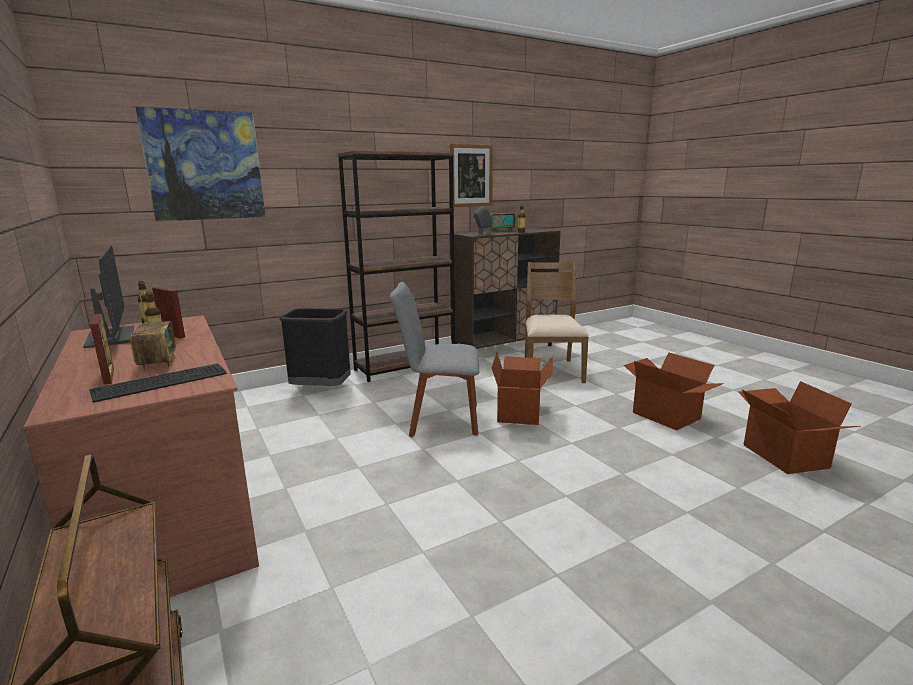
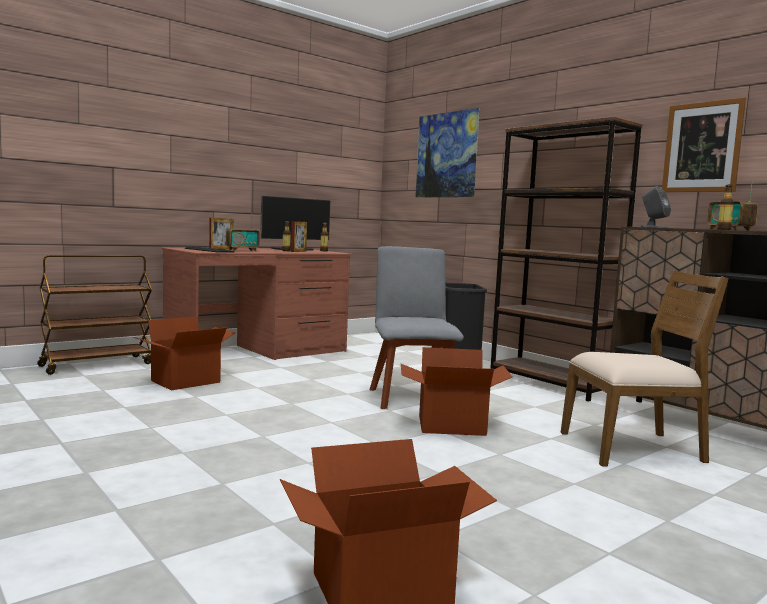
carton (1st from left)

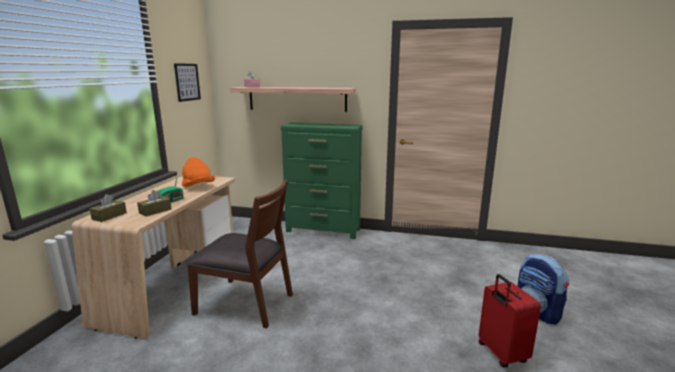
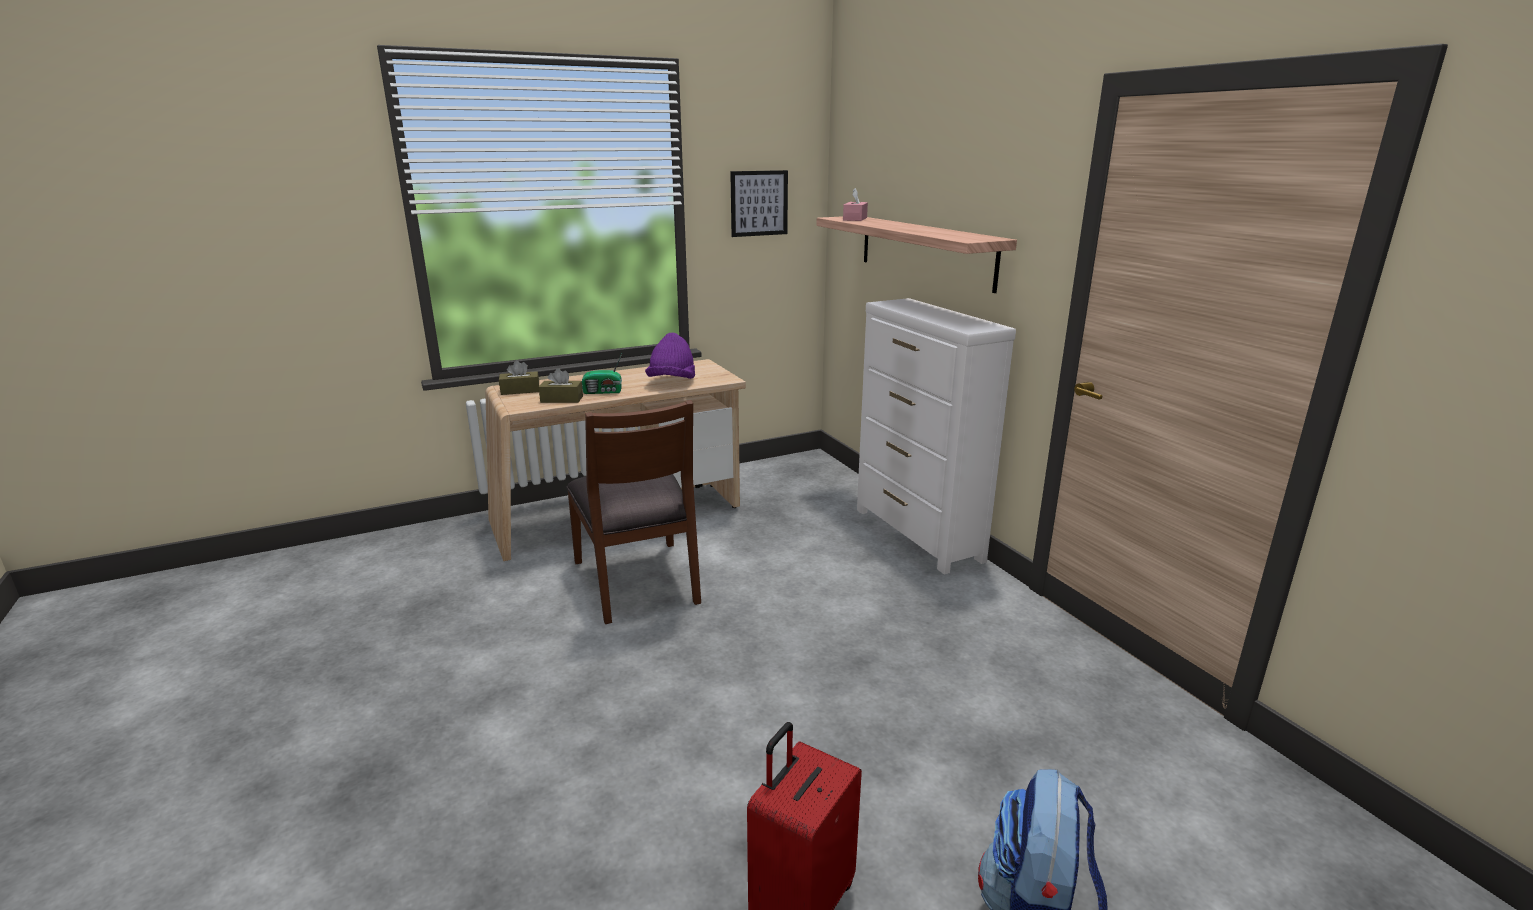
purplish wearable hat
white dresser

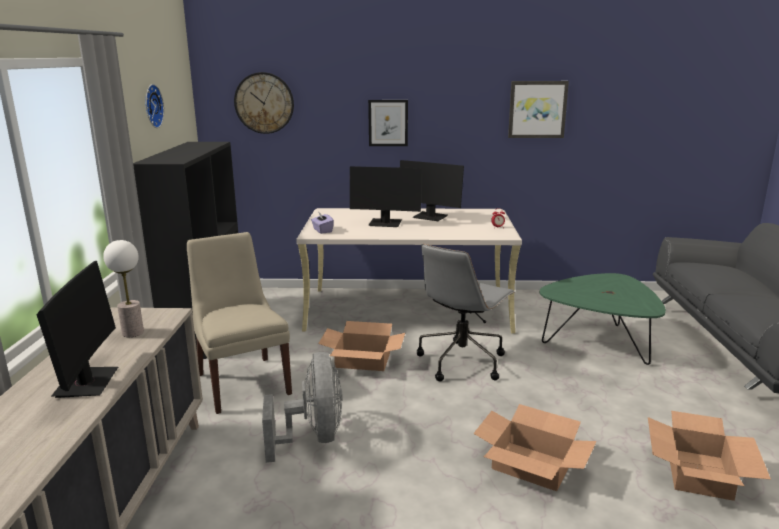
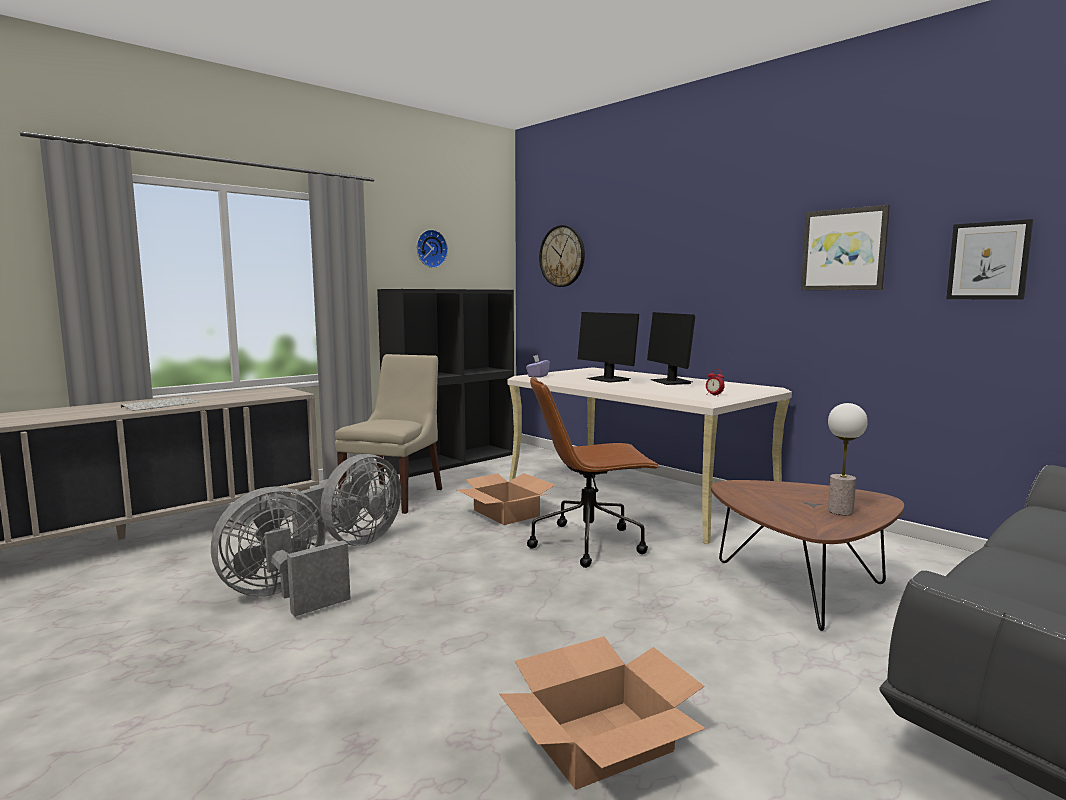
PC keyboard
tabletop lamp
wall art (2nd from left)
brown desk chair
carton (2nd from left in the first image)
brown low table
grey fan (1st from left)

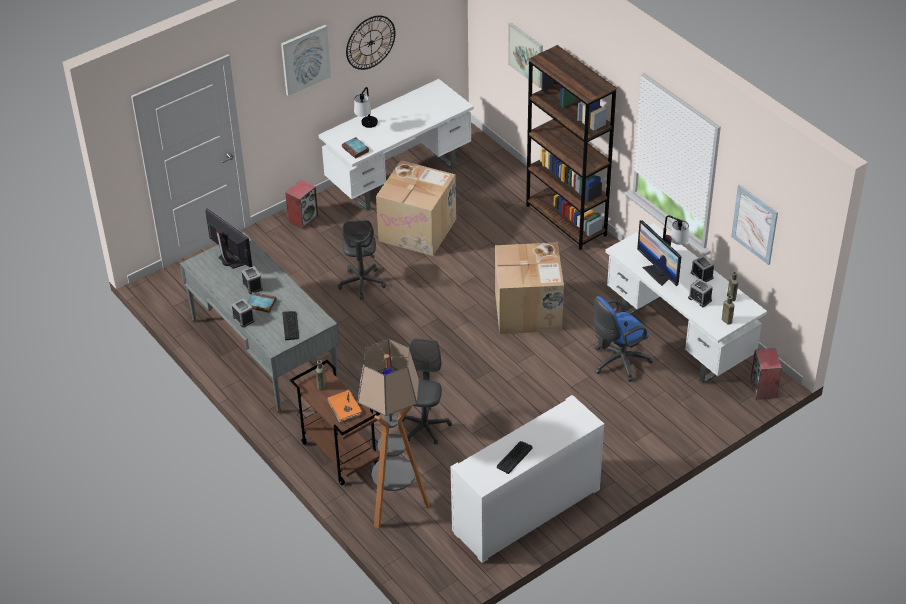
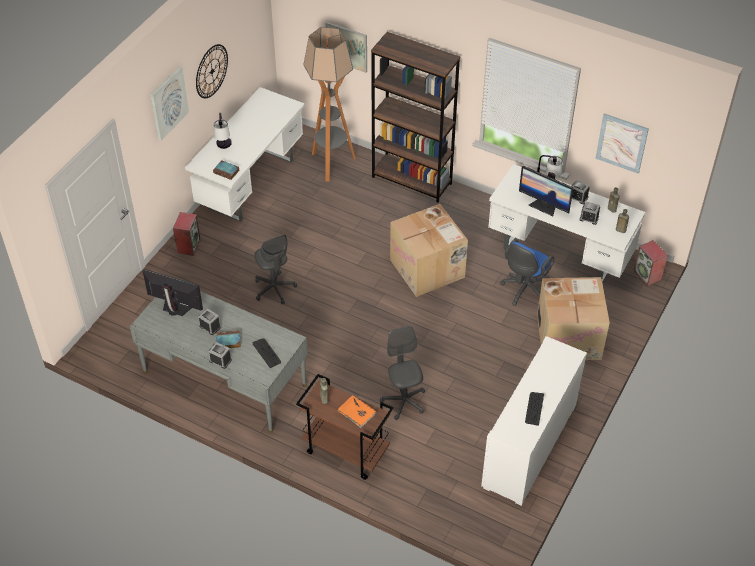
standard lamp
carton (2nd from left)

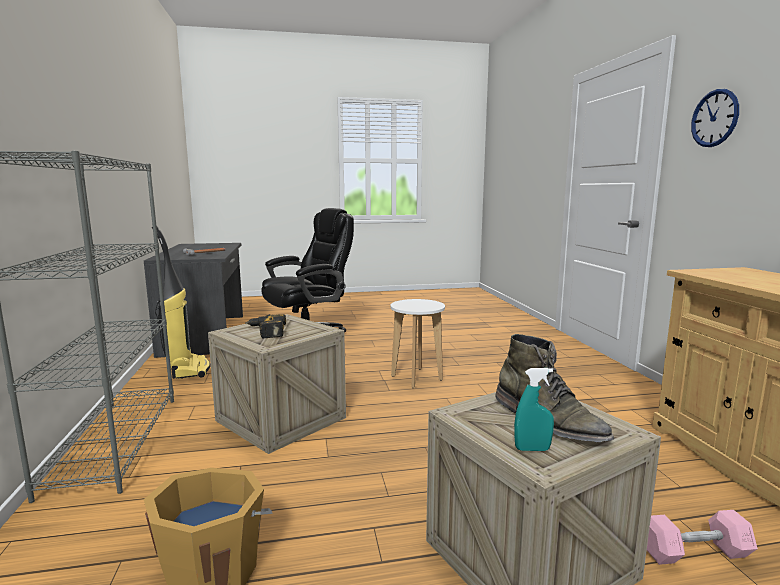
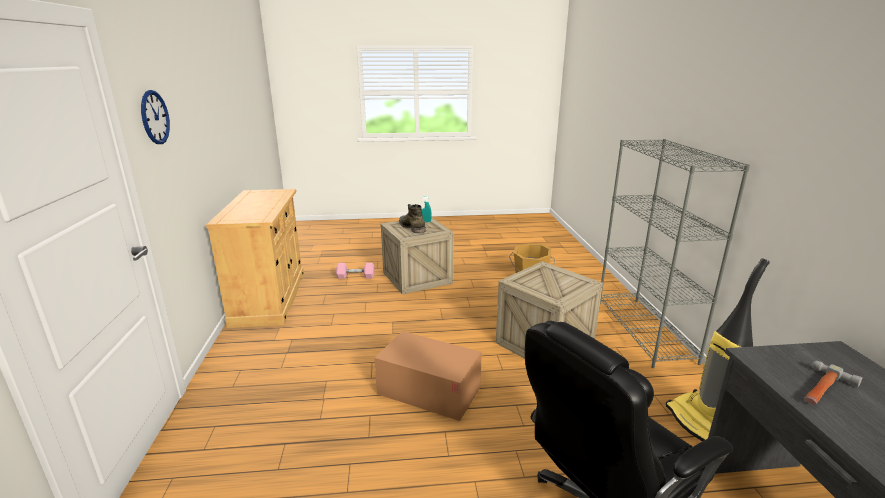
power drill
carton

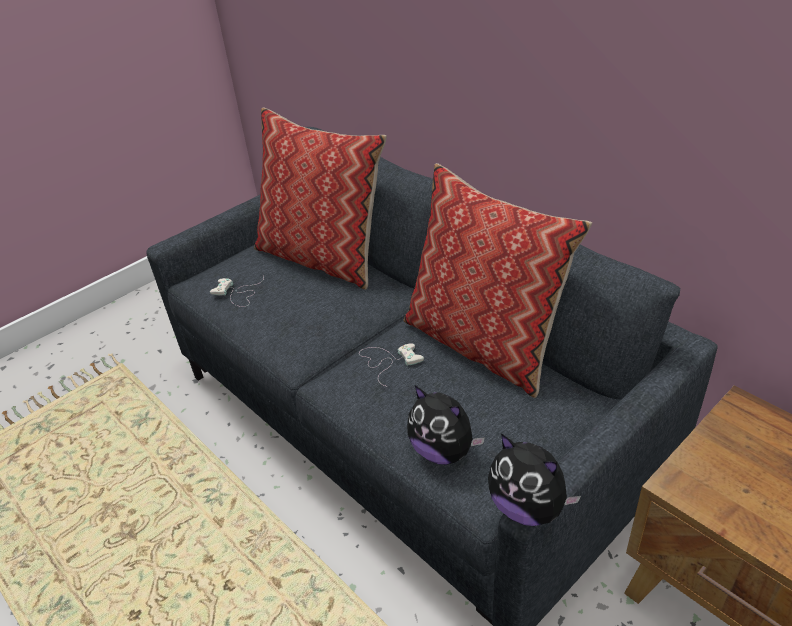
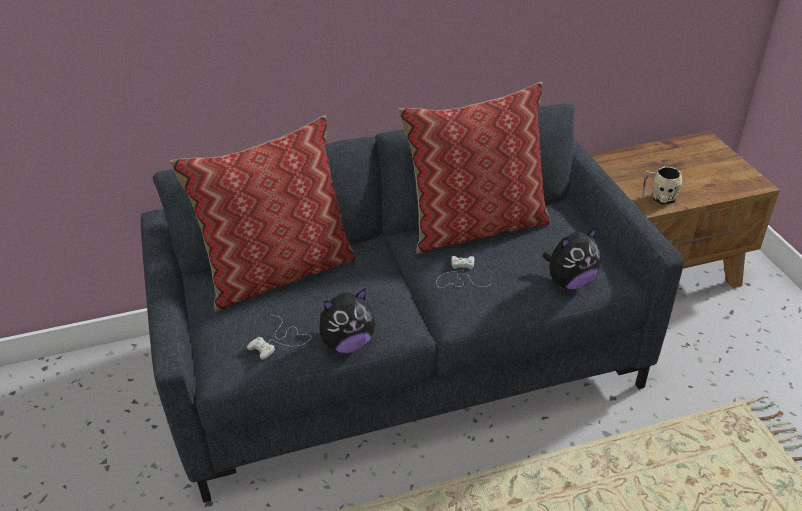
plush toy (1st from left)
sand-coloured tea mug

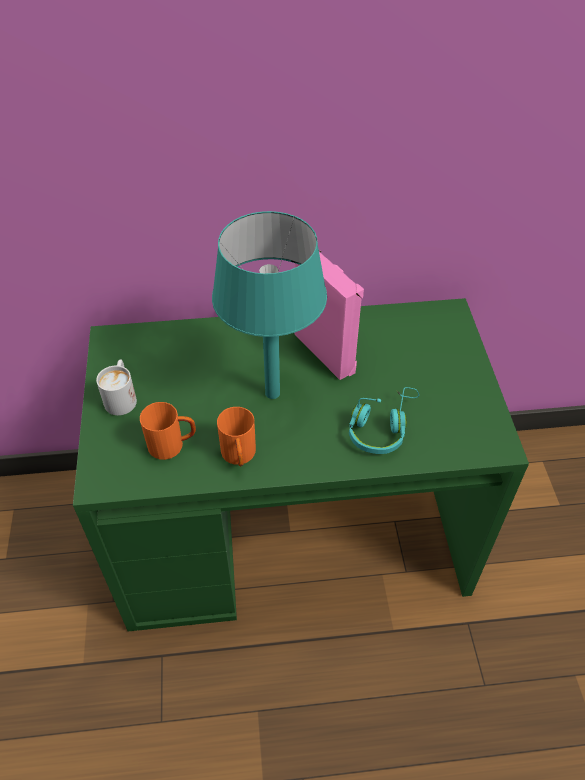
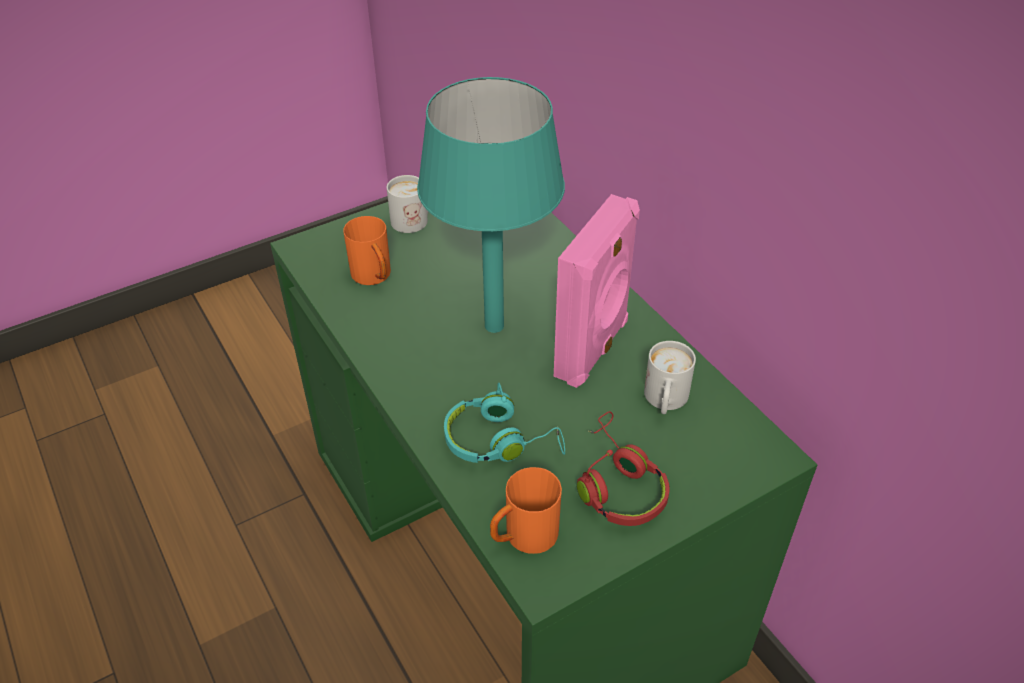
orange tea mug (2nd from left)
reddish pair of headphones
white tea mug (2nd from left)

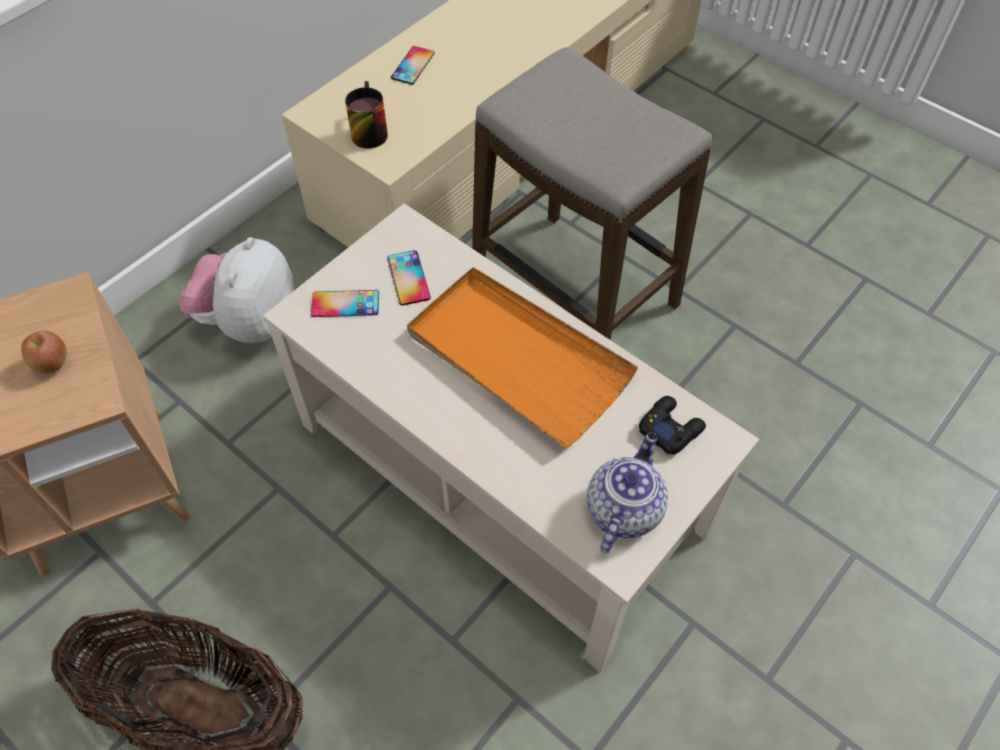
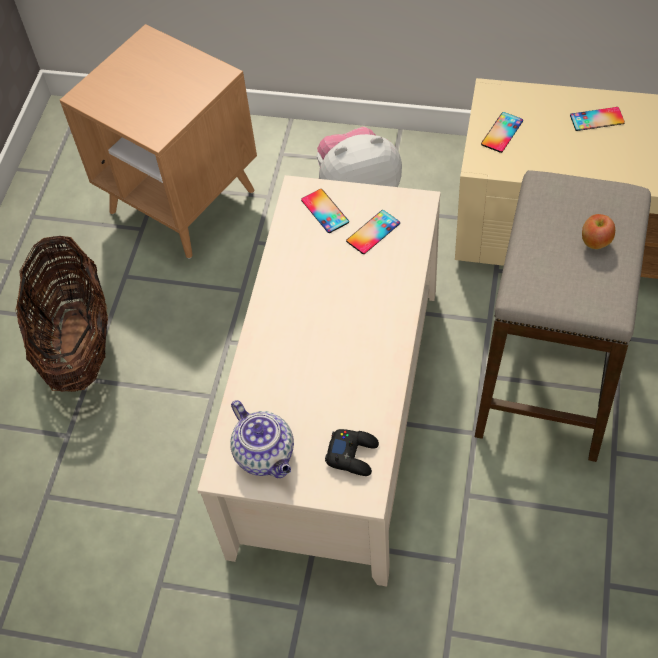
apple fruit
telephone (3rd from left)
orange tray
teapot

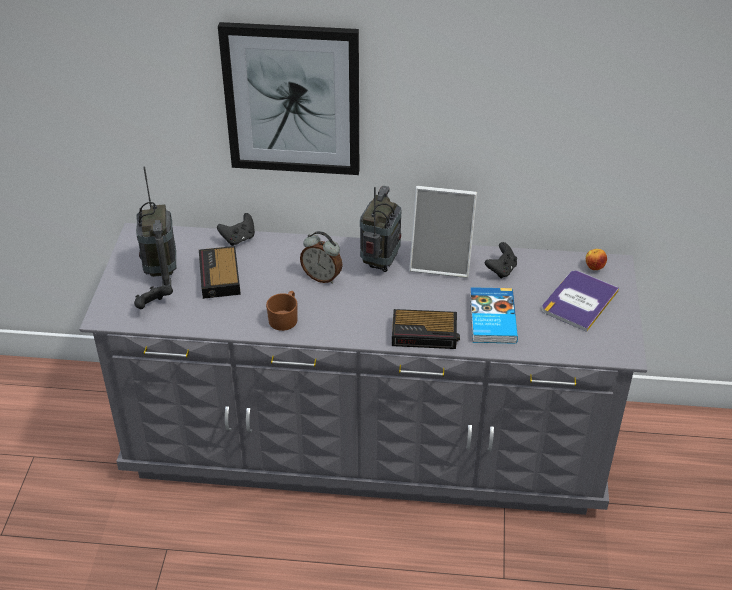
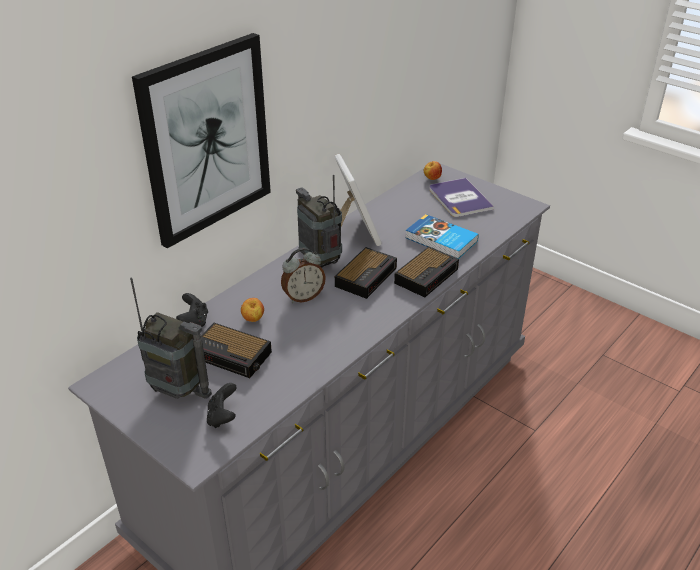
brown tea mug
picture frame
blackish game controller (3rd from left in the first image)
apple fruit (1st from left)
bedside clock (3rd from left)

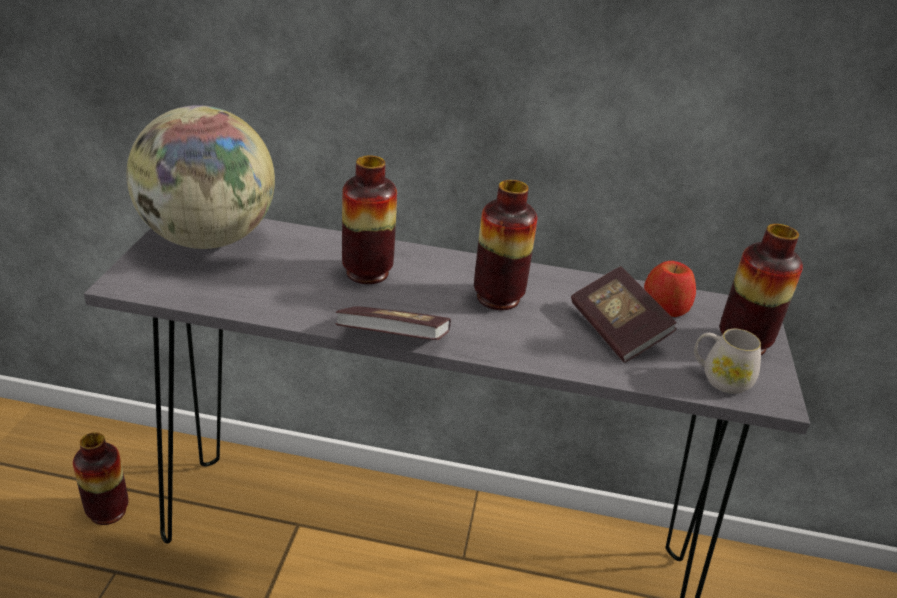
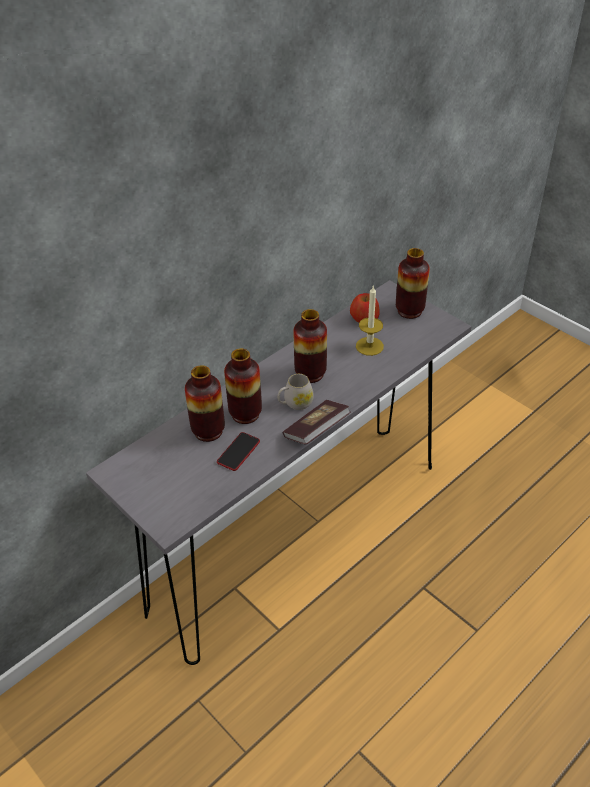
flower vase (1st from left)
globe
wax candle
white tea mug
telephone

